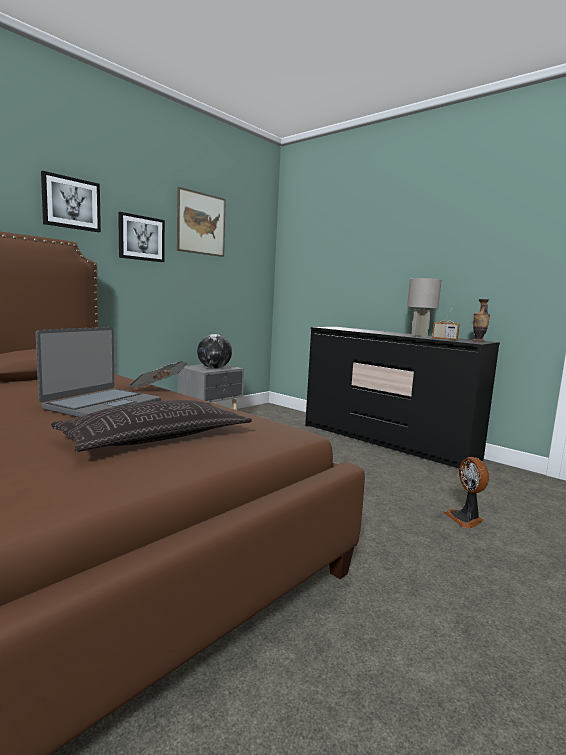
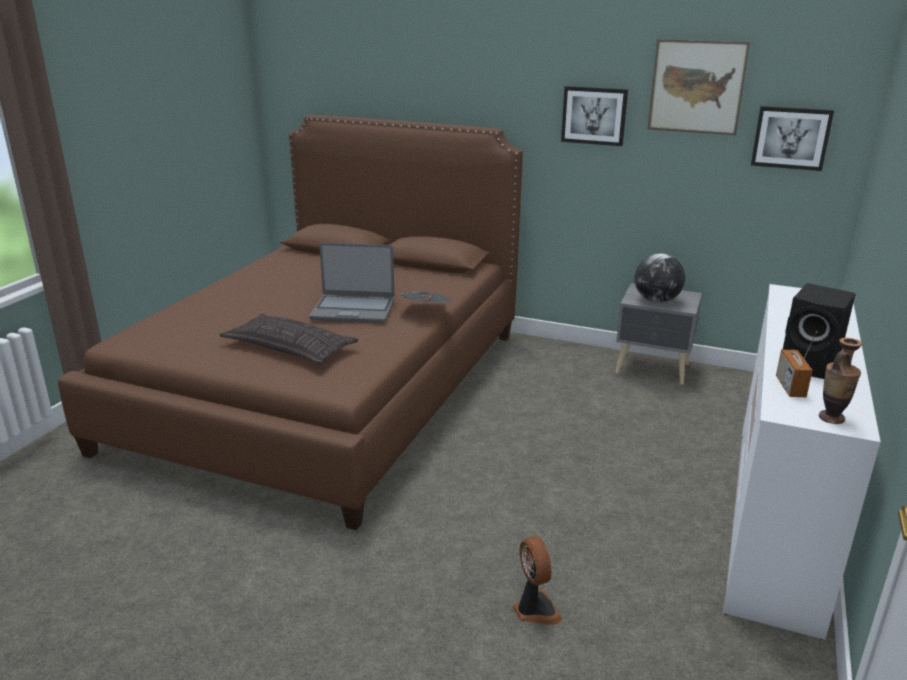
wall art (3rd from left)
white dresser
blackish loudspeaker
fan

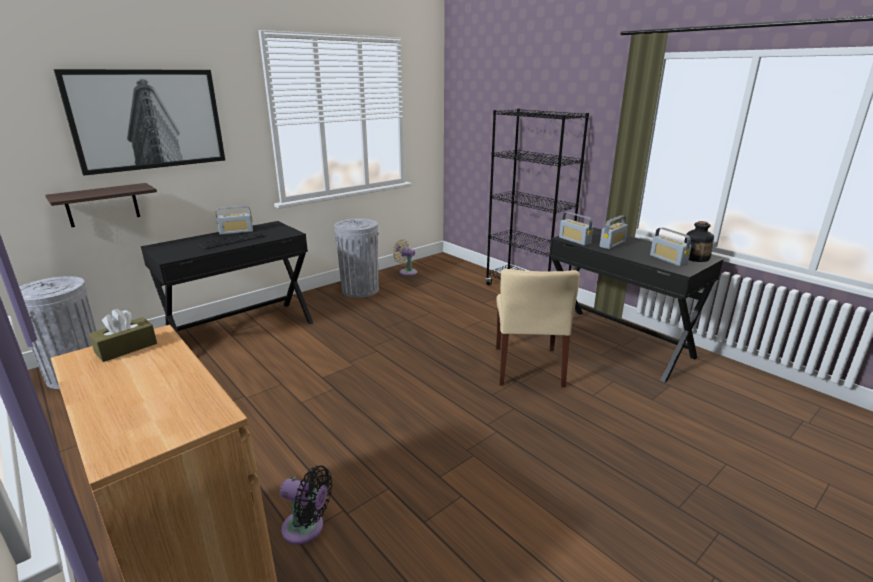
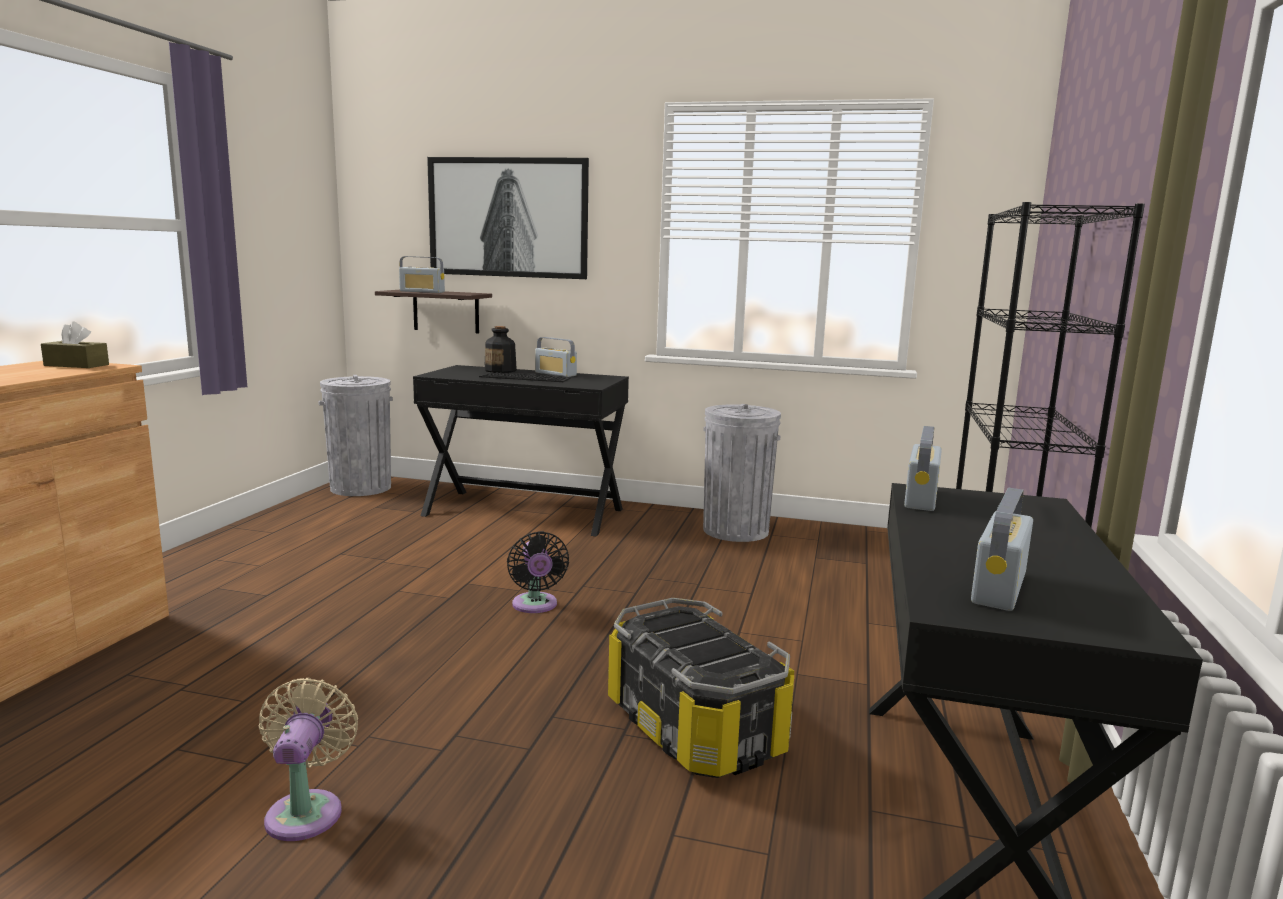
blackish fan
sand-coloured fan
storage bin
radio set (1st from left)
beverage bottle

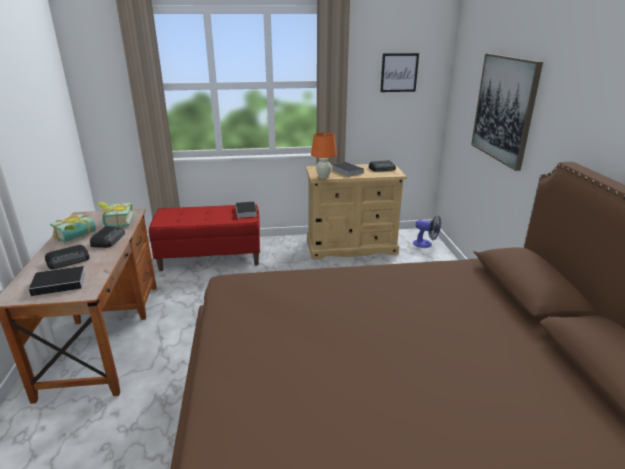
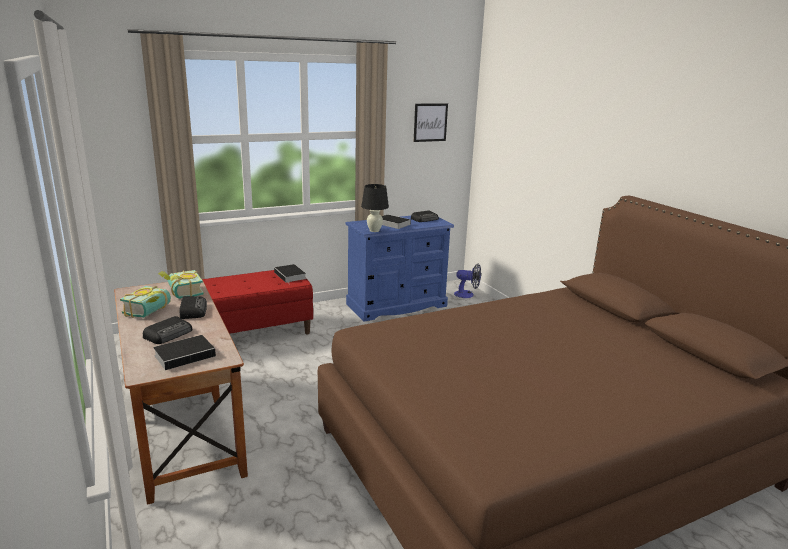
bluish dresser
blackish tabletop lamp
wall art (2nd from left in the first image)

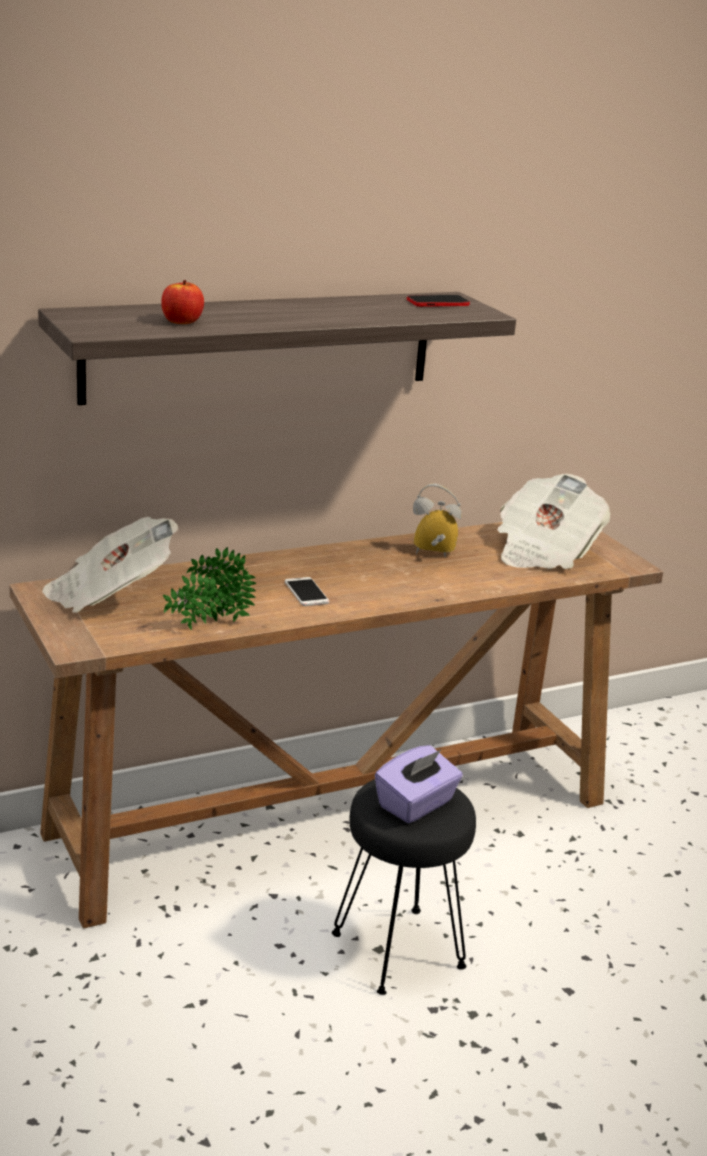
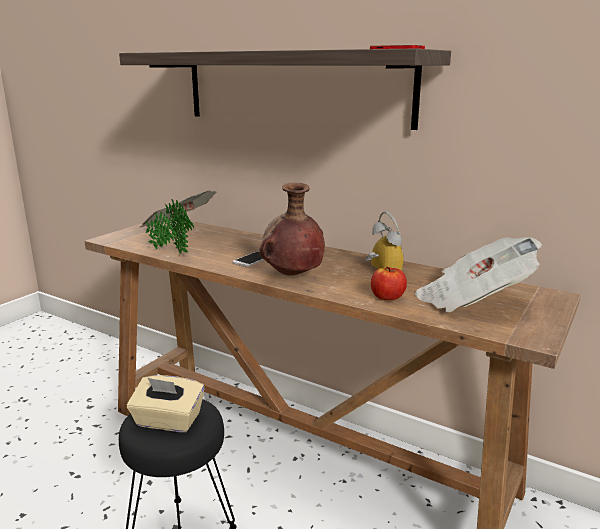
apple fruit
sand-coloured box of tissues
brown flower vase

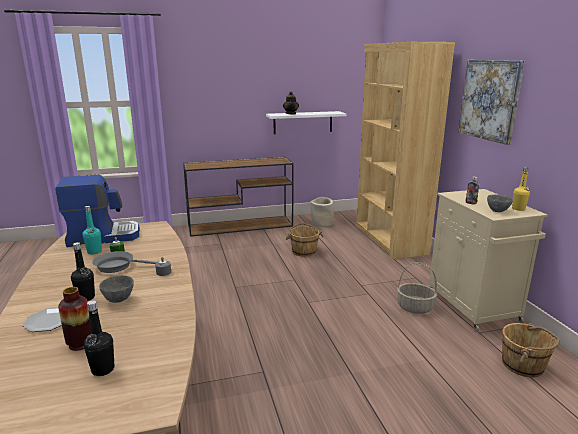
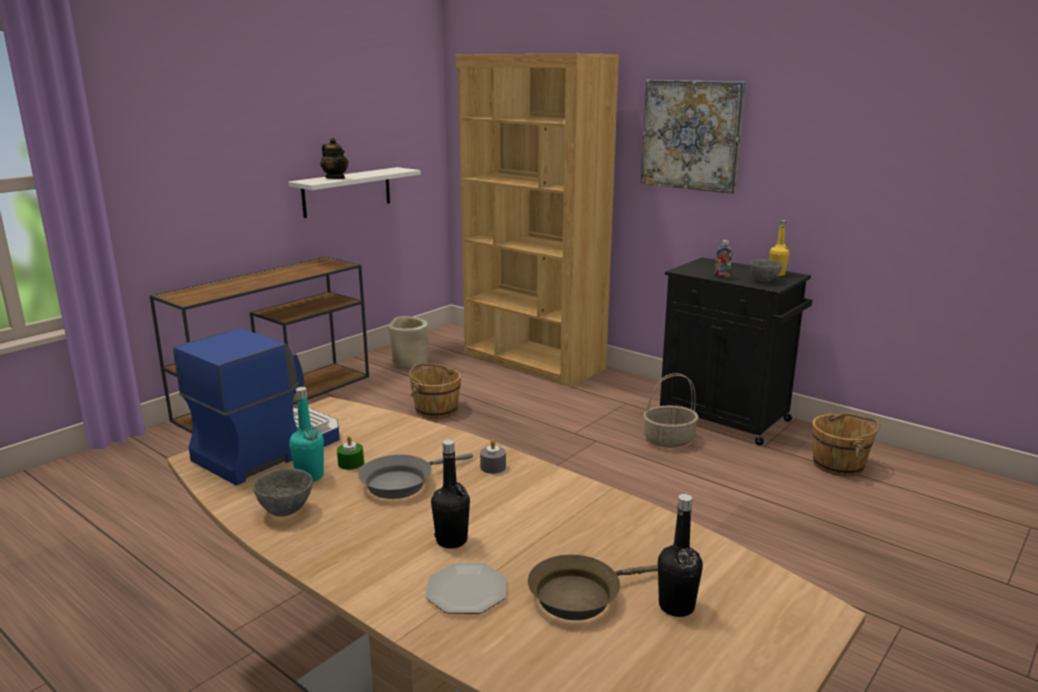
brown skillet
grey bowl (1st from left)
blackish cupboard

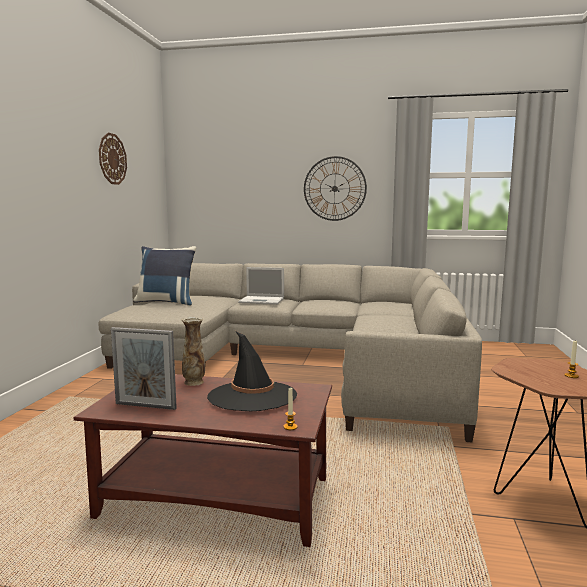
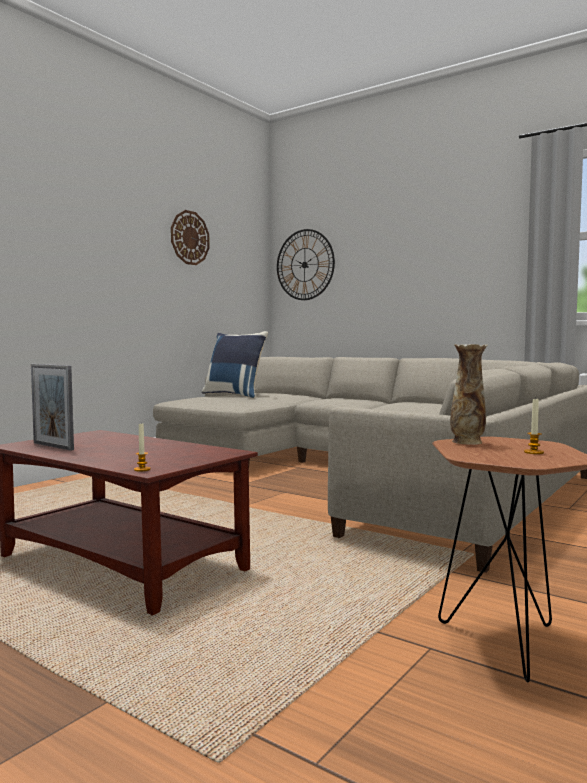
flower vase
blackish wearable hat
portable computer
clock on the wall (2nd from left)

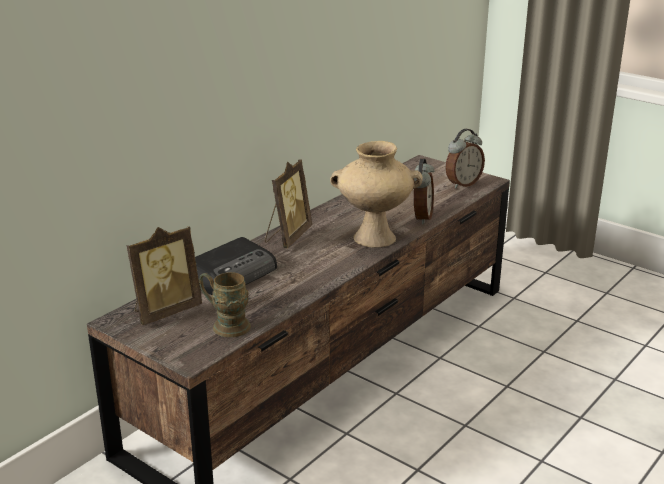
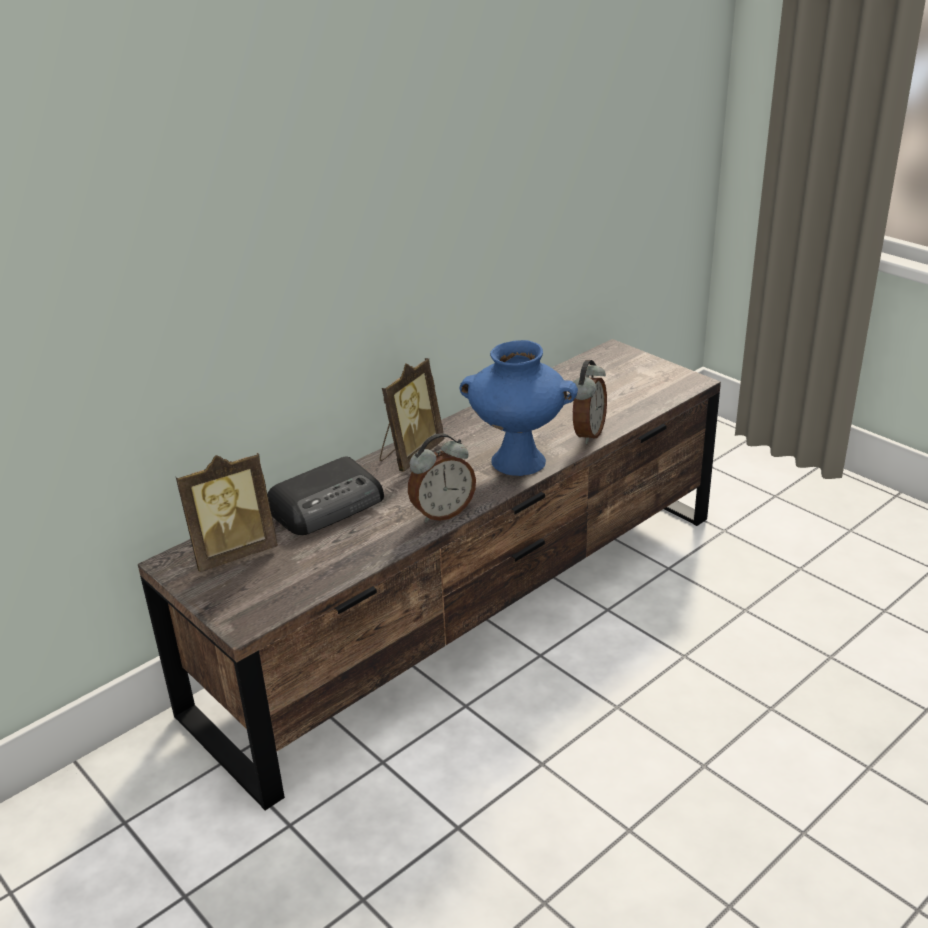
brown tea mug
bluish flower vase
bedside clock (1st from left)

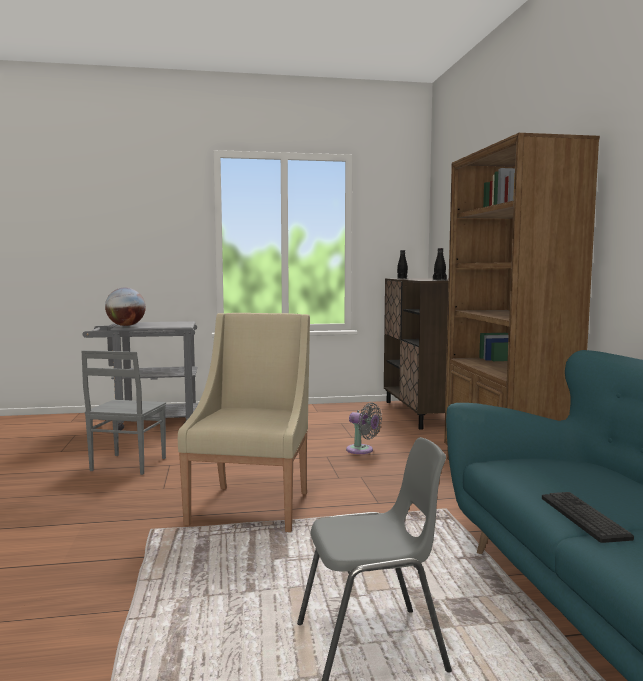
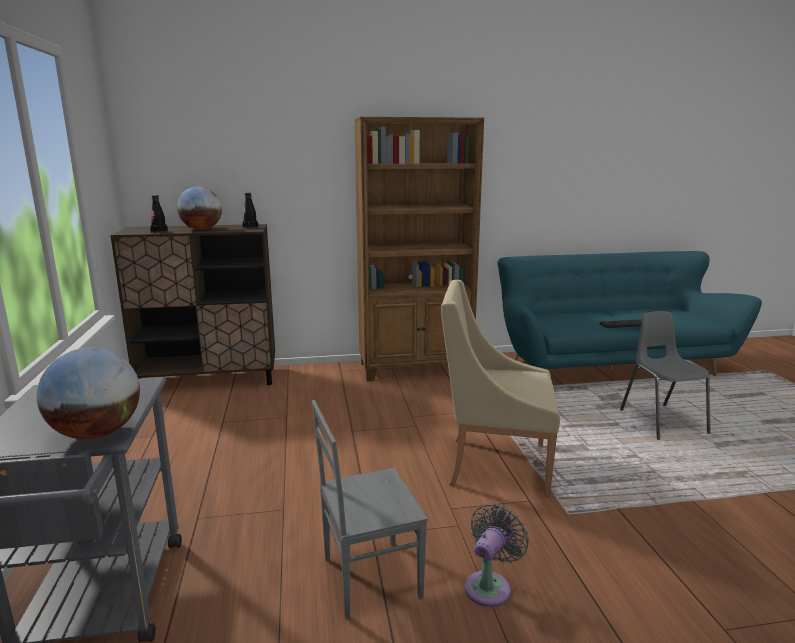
grey plain chair (1st from left)
grey fan
globe (2nd from left)

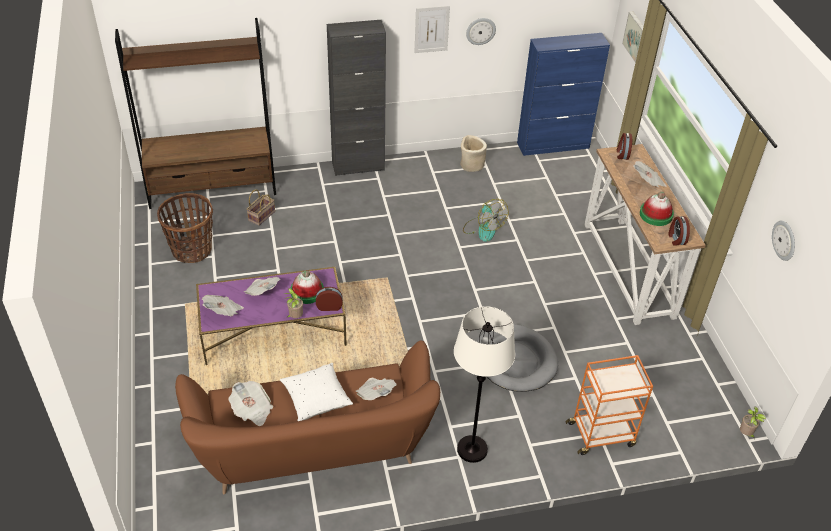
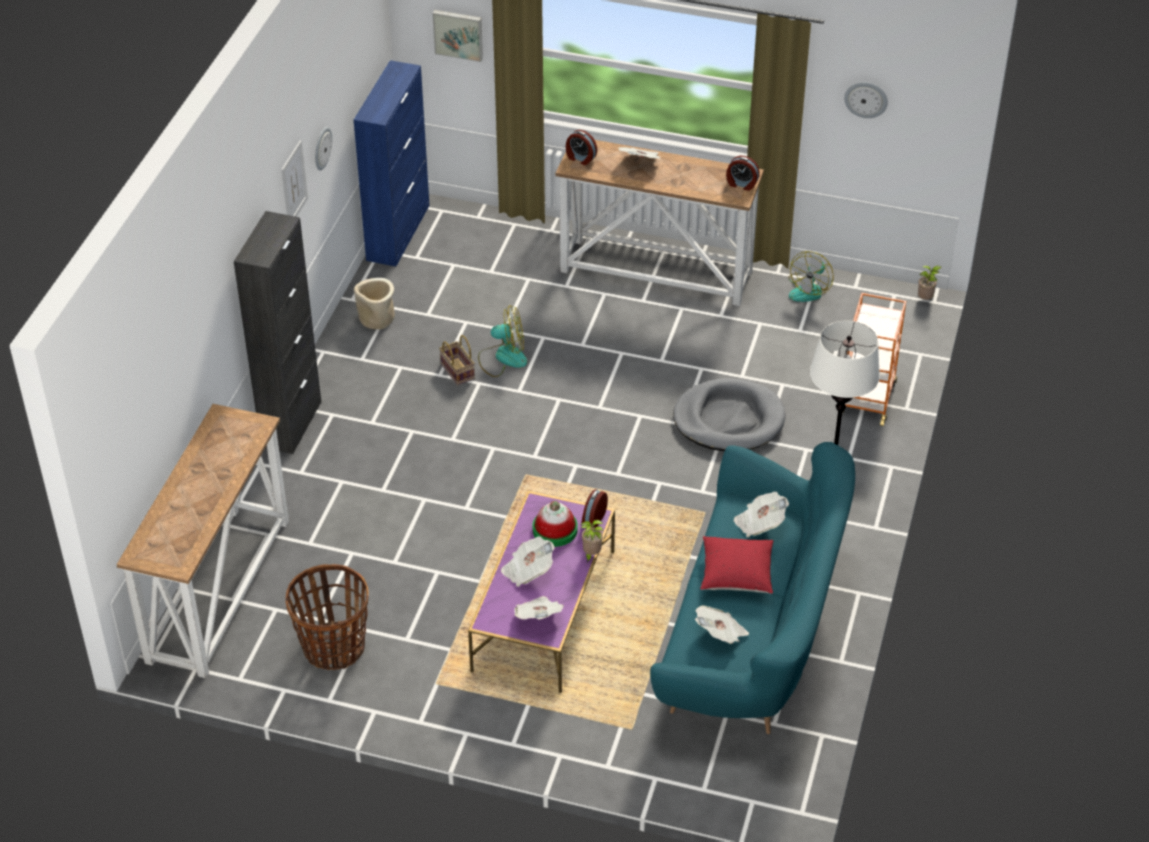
narrow table (1st from left)
turquoise settee
basket (2nd from left)
reddish cushion
wearable hat (2nd from left in the first image)
fan (2nd from left)

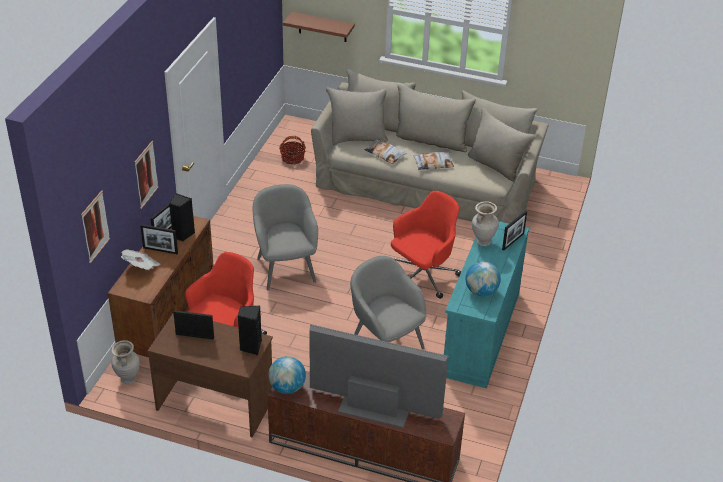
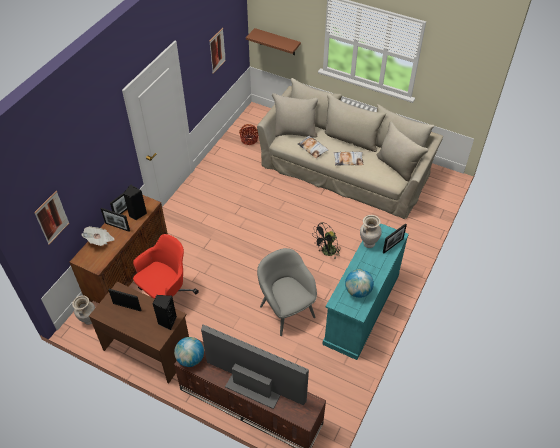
wall art (2nd from left)
grey easy chair (1st from left in the first image)
blackish fan

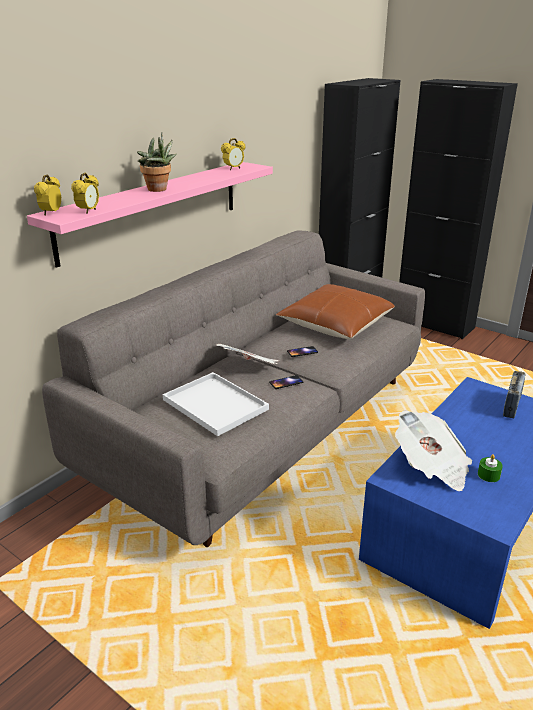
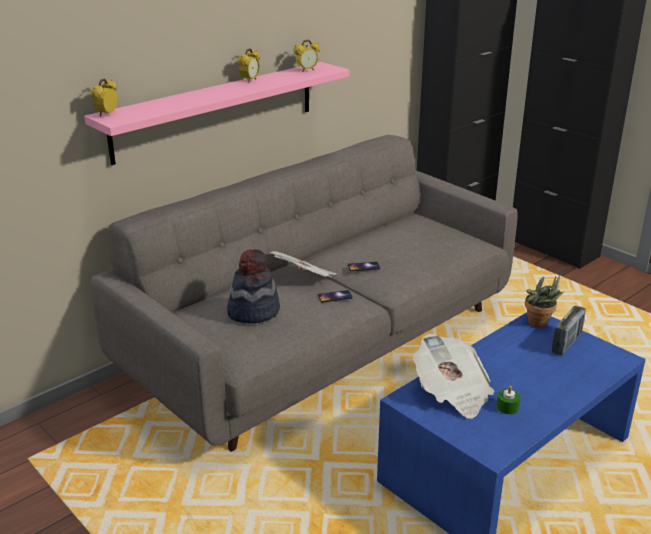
bedside clock (2nd from left)
plant in a pot
wearable hat
brown cushion

